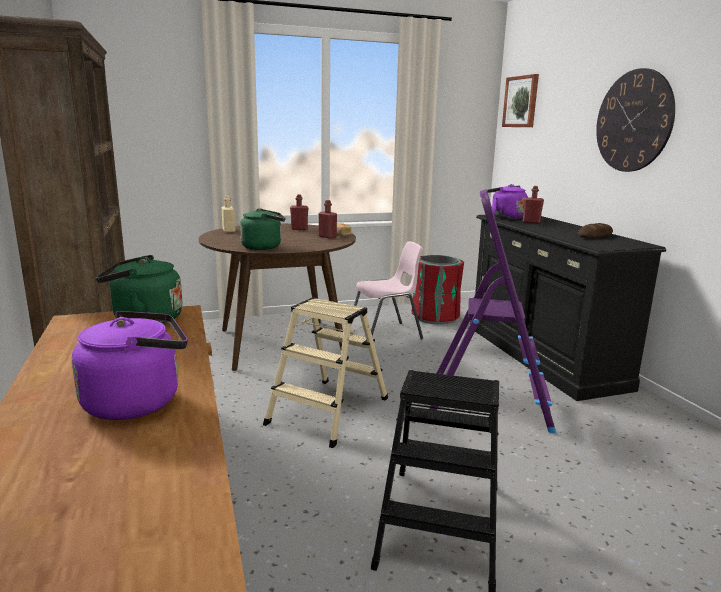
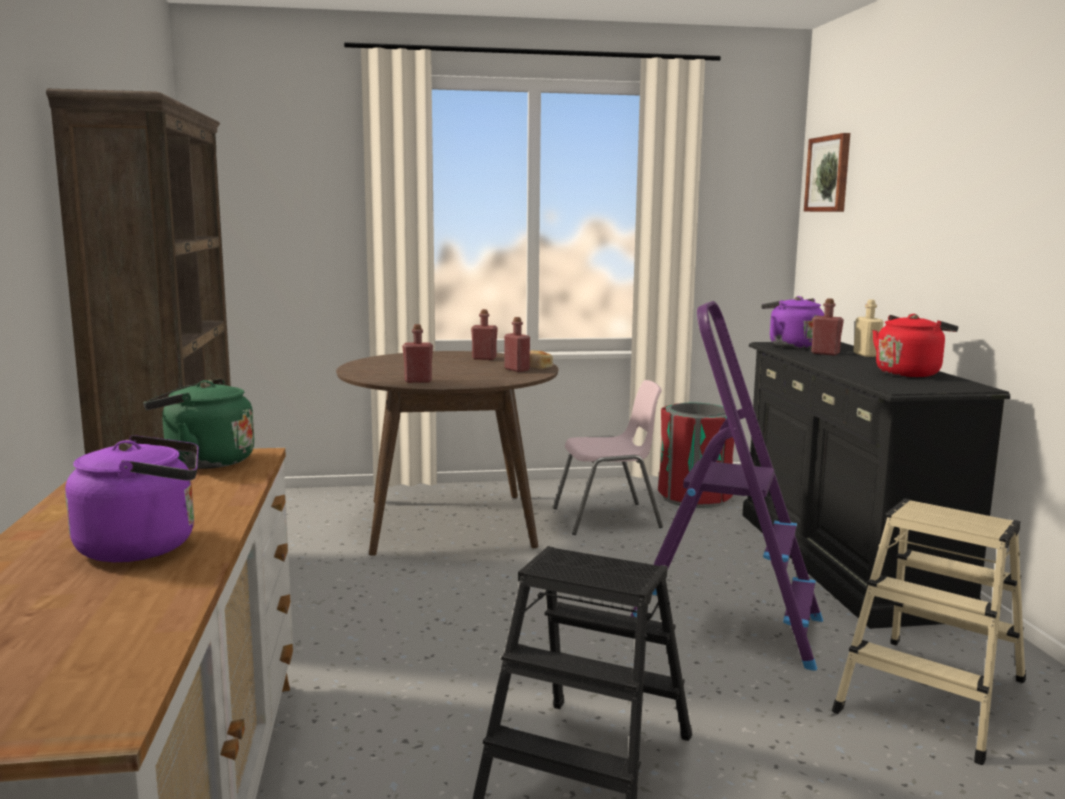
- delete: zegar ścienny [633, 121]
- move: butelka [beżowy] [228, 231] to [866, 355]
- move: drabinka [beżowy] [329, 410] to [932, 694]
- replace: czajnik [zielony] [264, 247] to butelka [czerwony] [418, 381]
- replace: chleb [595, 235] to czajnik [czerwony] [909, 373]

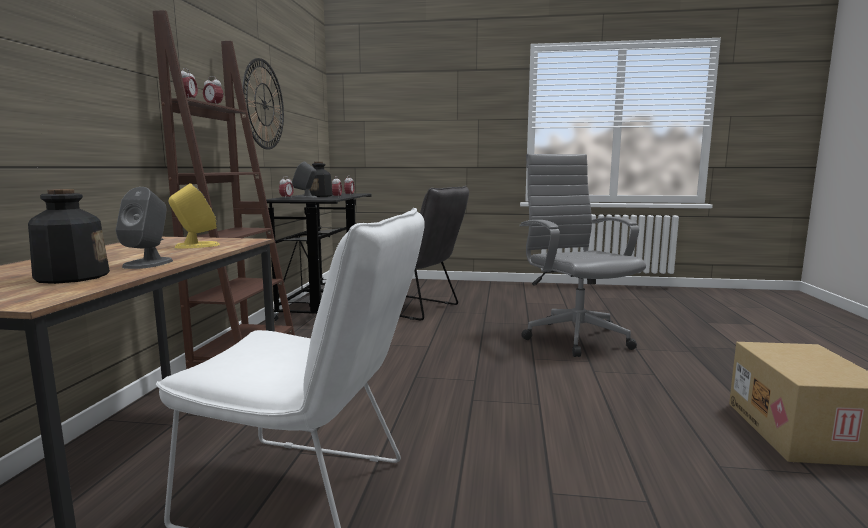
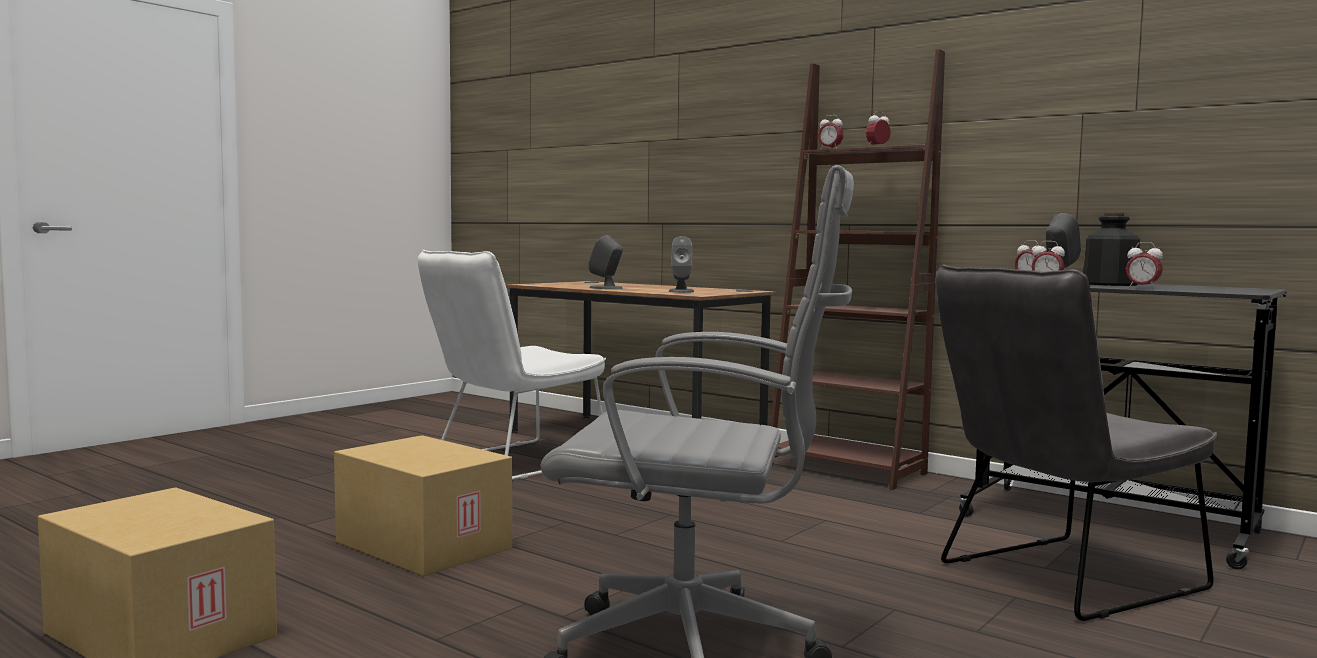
- delete: butelka [71, 277]
- delete: zegar ścienny [264, 104]
- insert: karton [420, 545]
- recolor: głośnik [żółty] [196, 245] to głośnik [szary] [681, 291]

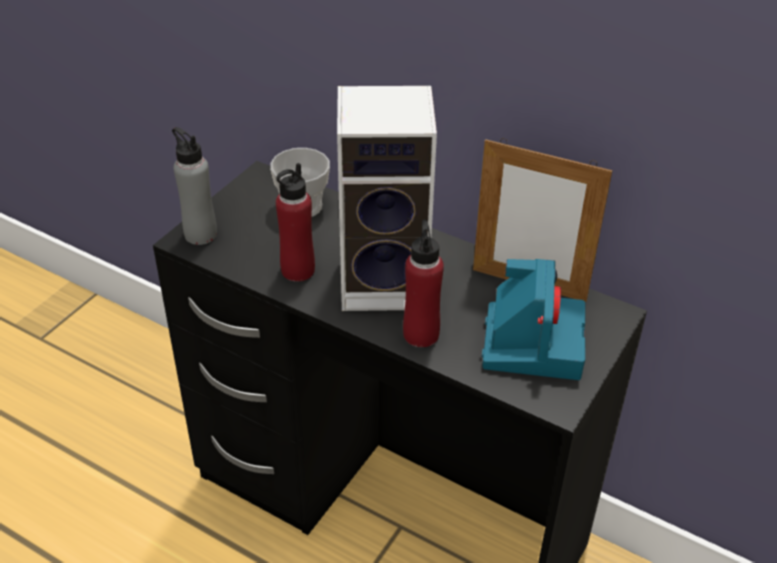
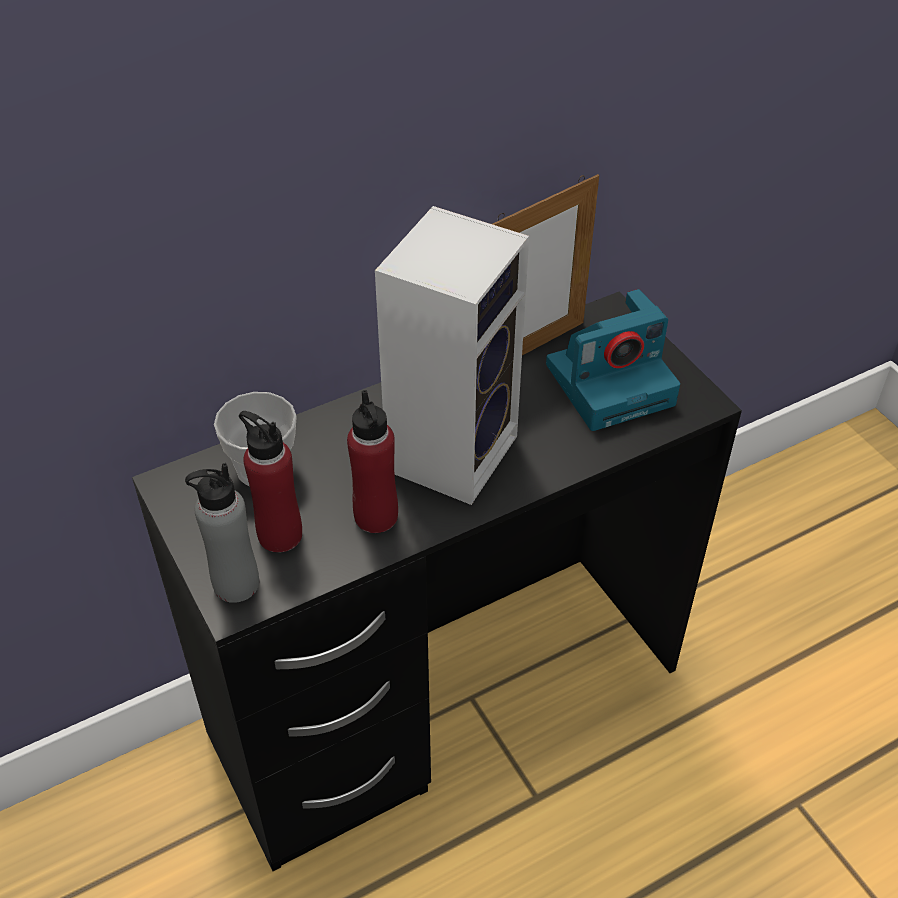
- move: butelka [czerwony] [421, 334] to [280, 535]
- rotate: aparat fotograficzny [531, 341] = [612, 382] 120 degrees clockwise

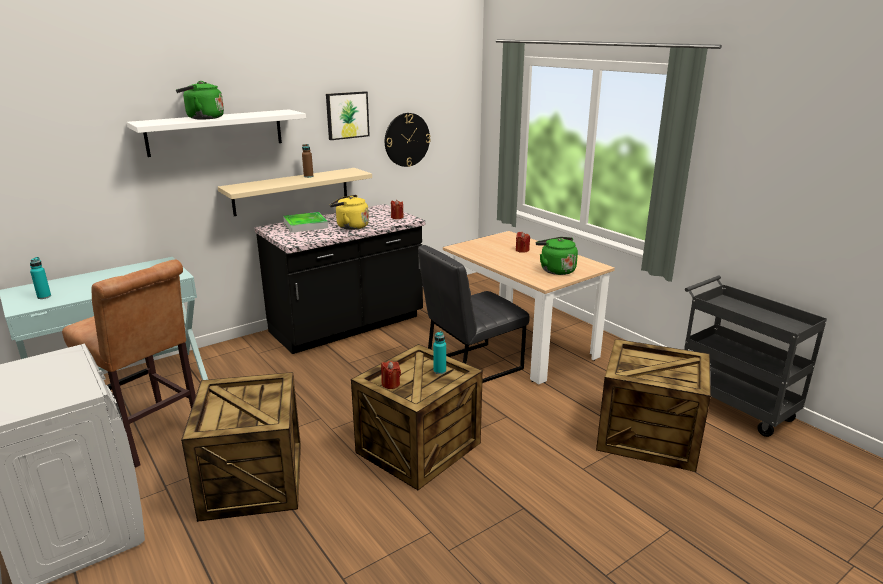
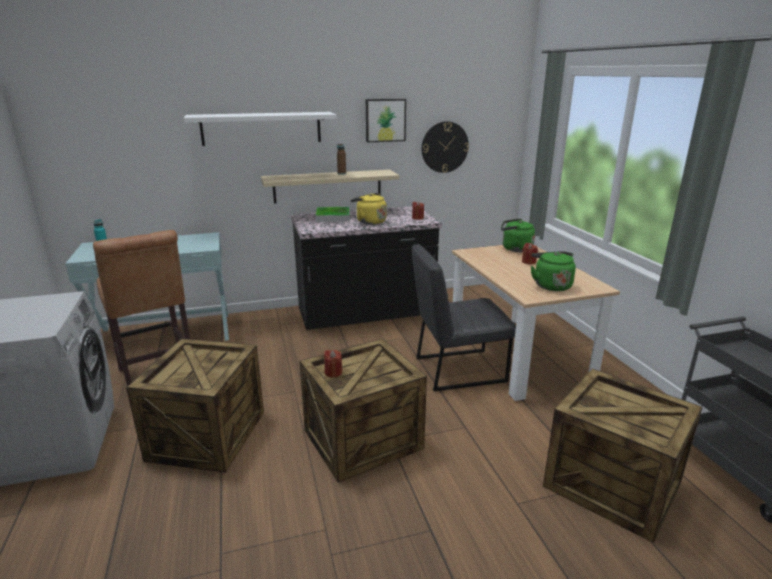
- delete: butelka [turkusowy] [439, 371]
- move: czajnik [zielony] [202, 118] to [515, 249]

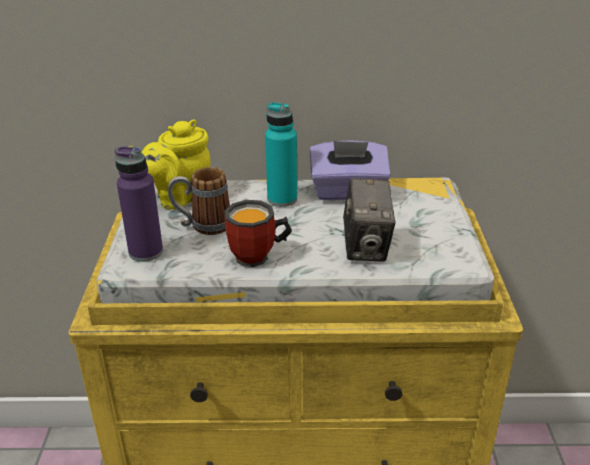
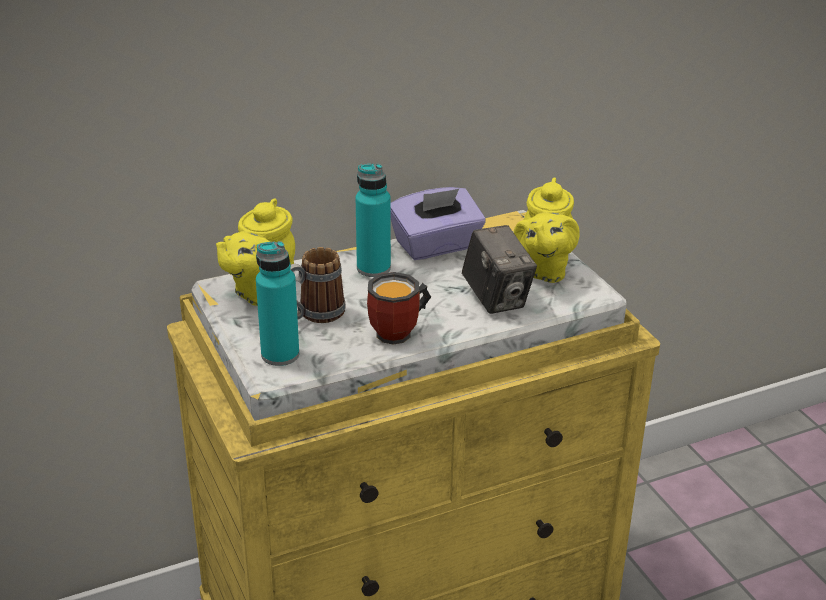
- insert: imbryk [żółty] [543, 270]
- recolor: butelka [fioletowy] [146, 252] to butelka [turkusowy] [280, 355]

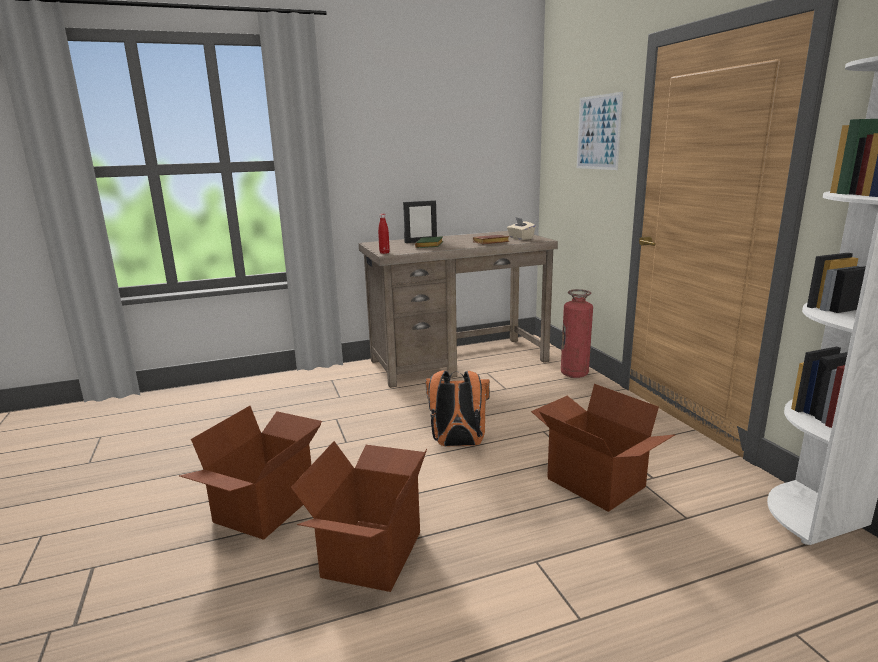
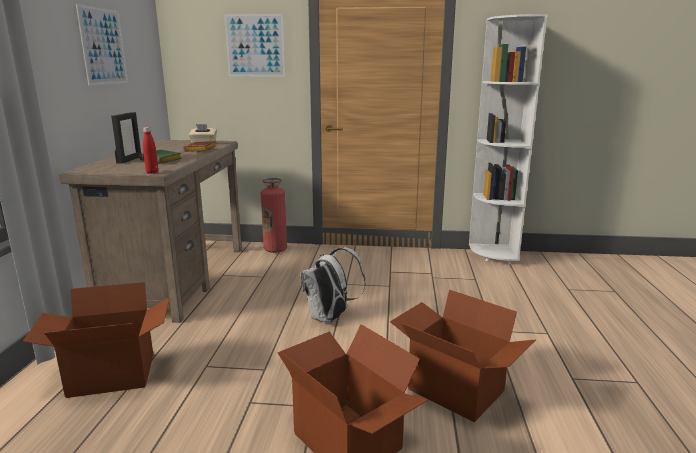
- insert: obraz [103, 46]
- move: karton [594, 483] to [111, 376]
- recolor: plecak [pomarańczowy] [457, 444] to plecak [biały] [330, 318]

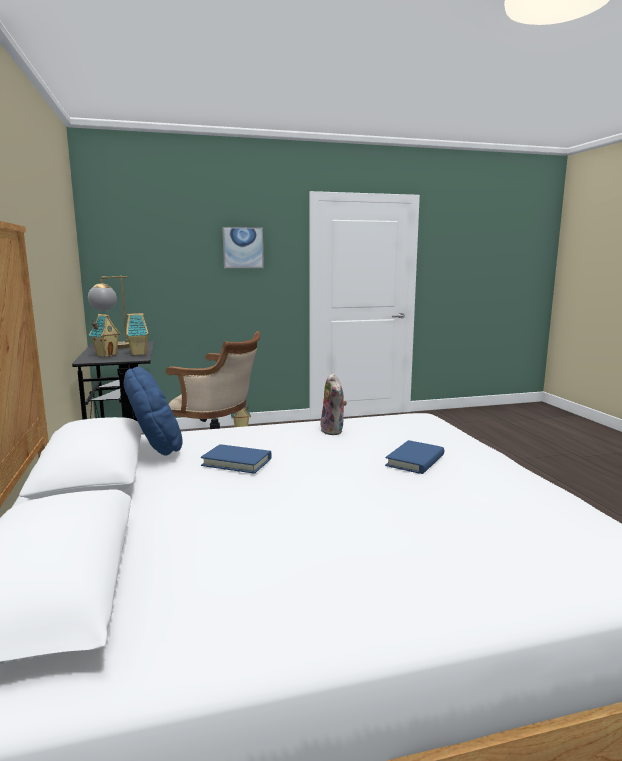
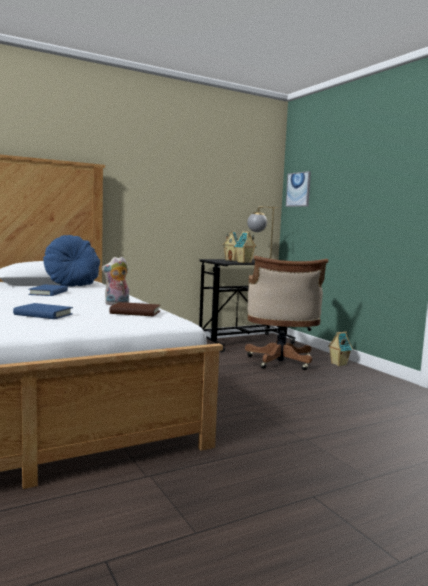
- insert: książka [brązowy] [135, 312]
- move: obraz [243, 248] to [298, 189]

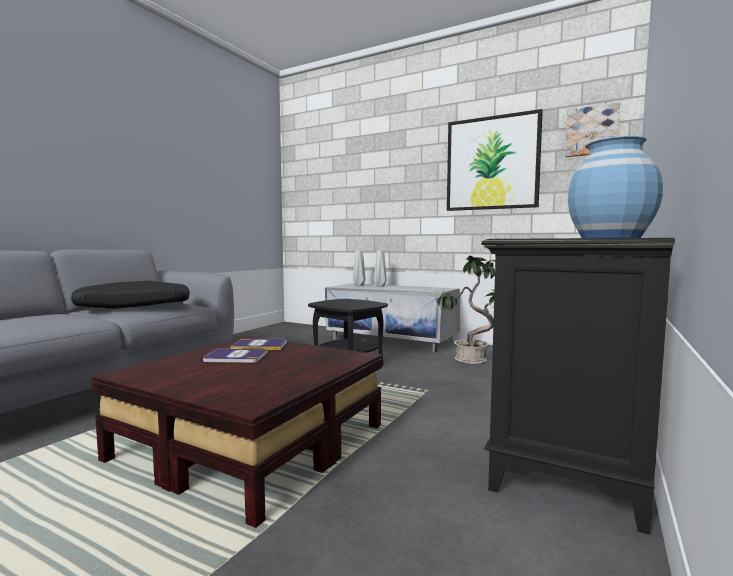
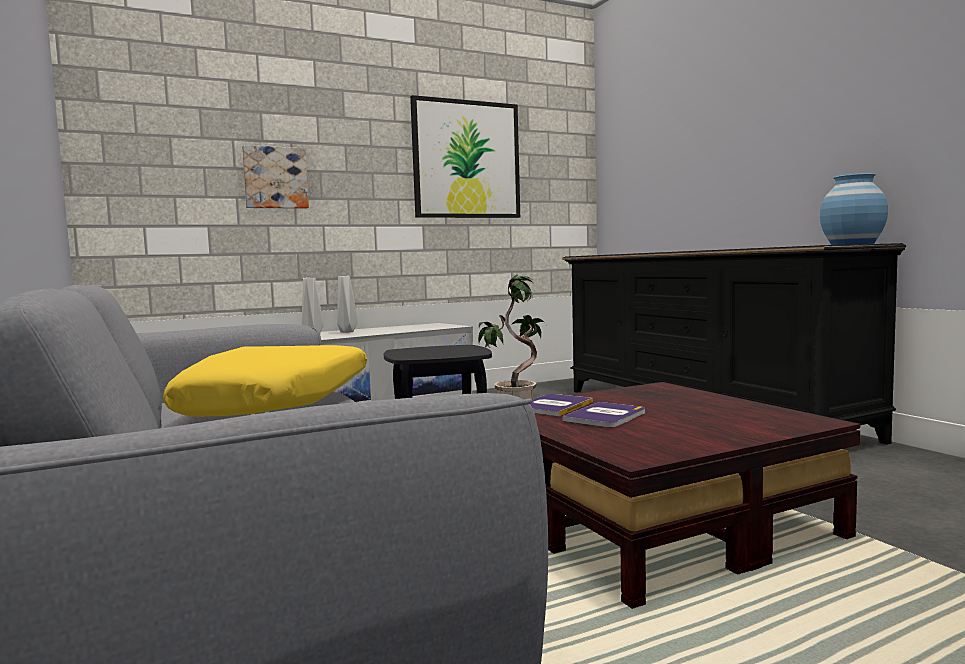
- move: obraz [591, 131] to [275, 178]
- recolor: poduszka [czarny] [134, 307] to poduszka [żółty] [280, 403]

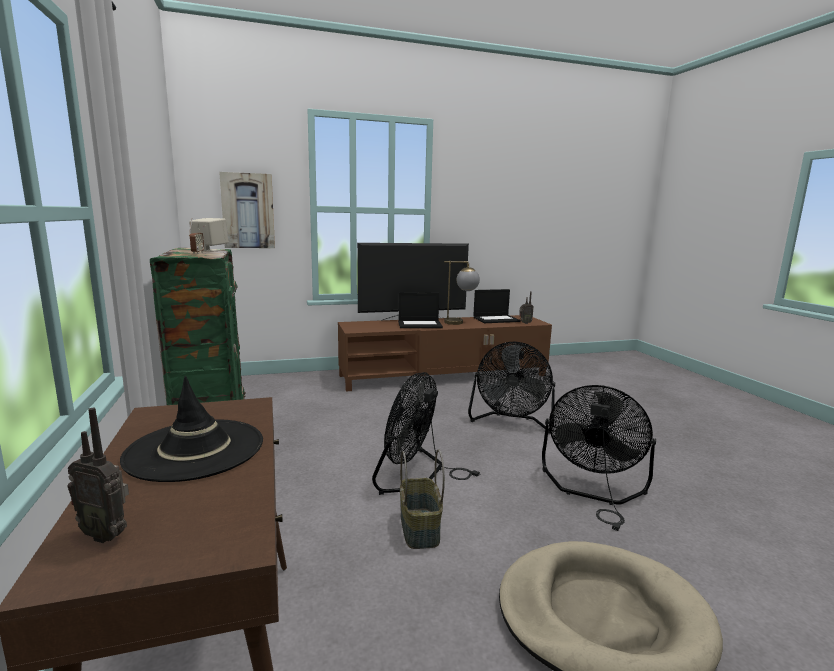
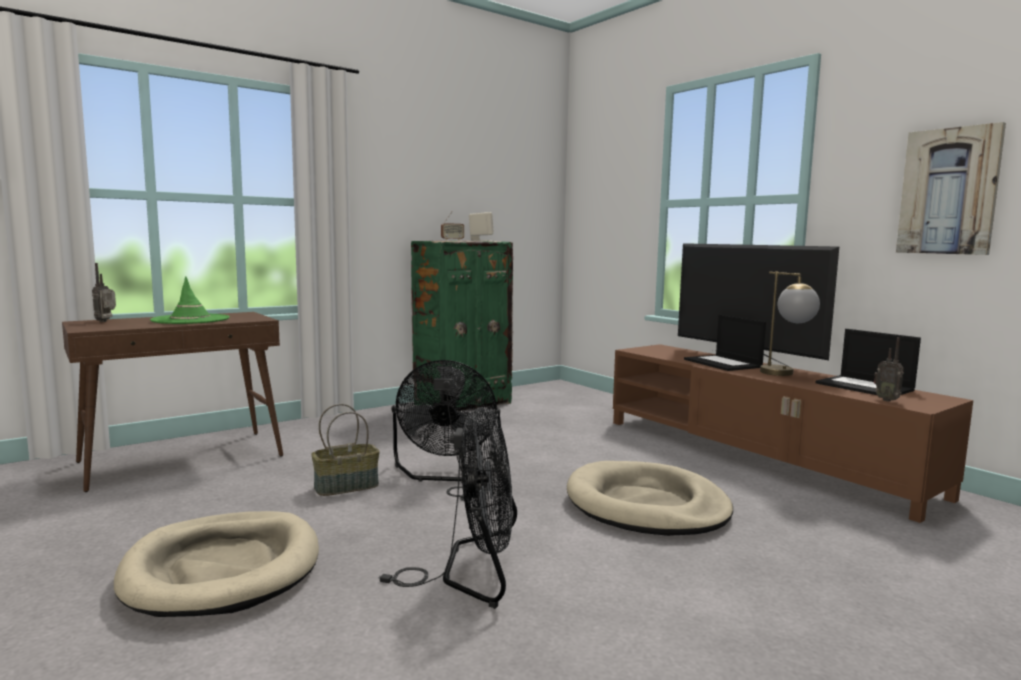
- move: obraz [248, 211] to [948, 191]
- replace: wentylator [czarny] [508, 420] to legowisko [beżowy] [646, 505]
- recolor: kapelusz [czarny] [195, 449] to kapelusz [zielony] [190, 320]

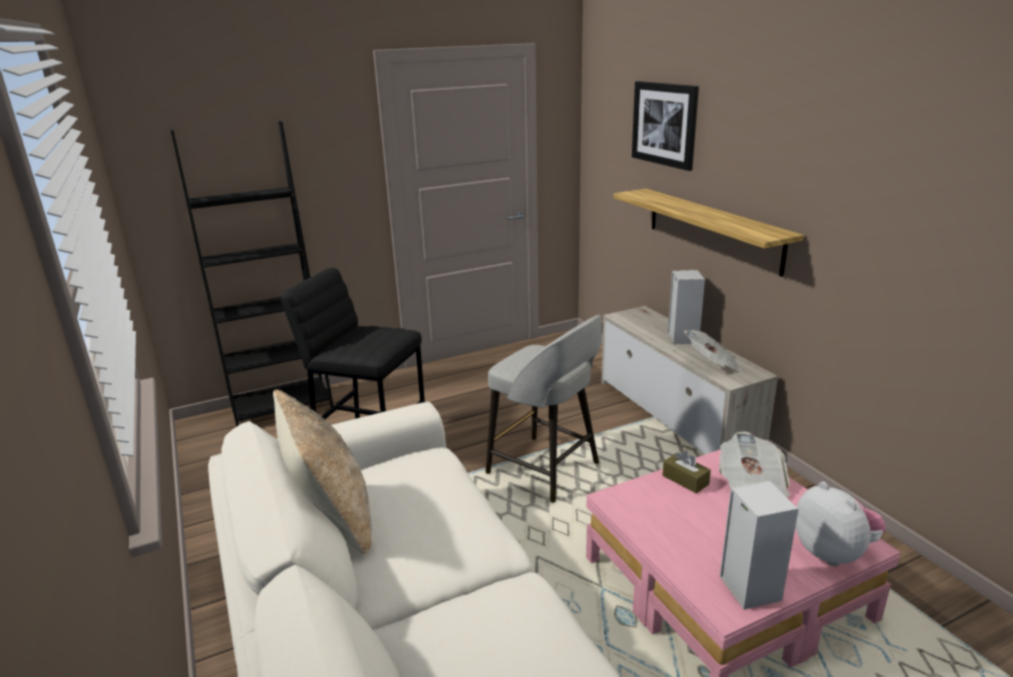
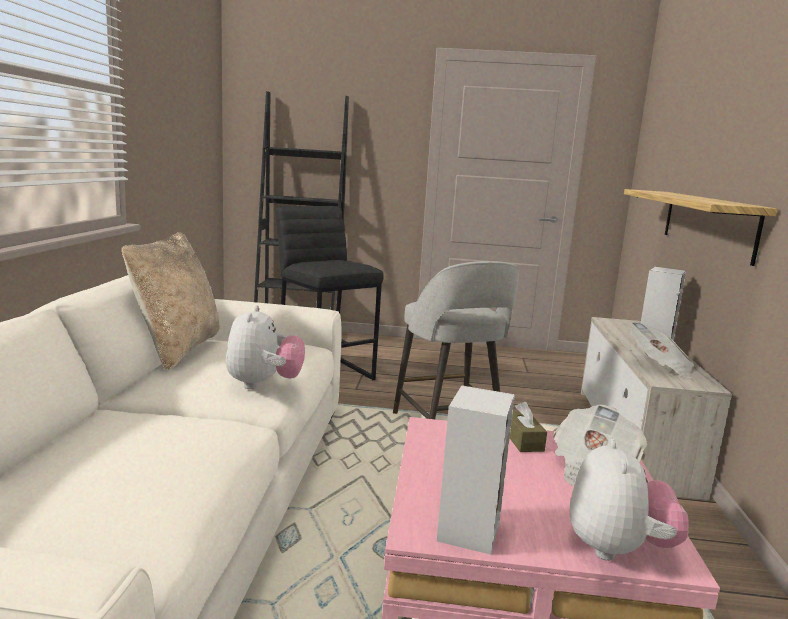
- delete: obraz [664, 124]
- insert: pluszak [263, 384]

